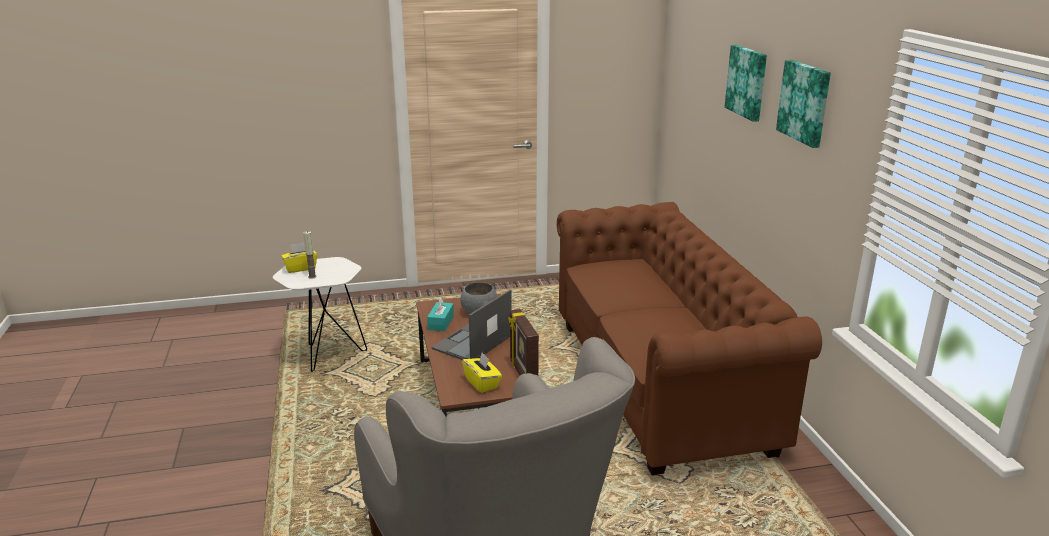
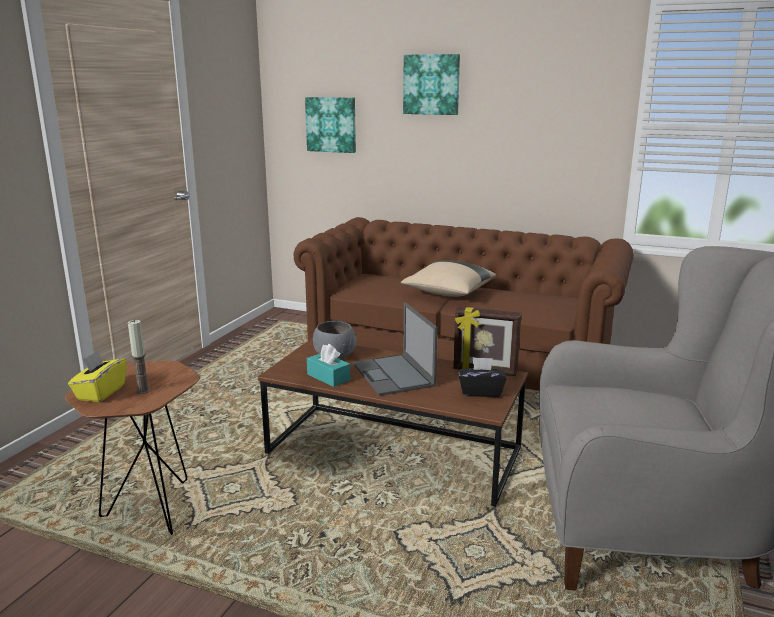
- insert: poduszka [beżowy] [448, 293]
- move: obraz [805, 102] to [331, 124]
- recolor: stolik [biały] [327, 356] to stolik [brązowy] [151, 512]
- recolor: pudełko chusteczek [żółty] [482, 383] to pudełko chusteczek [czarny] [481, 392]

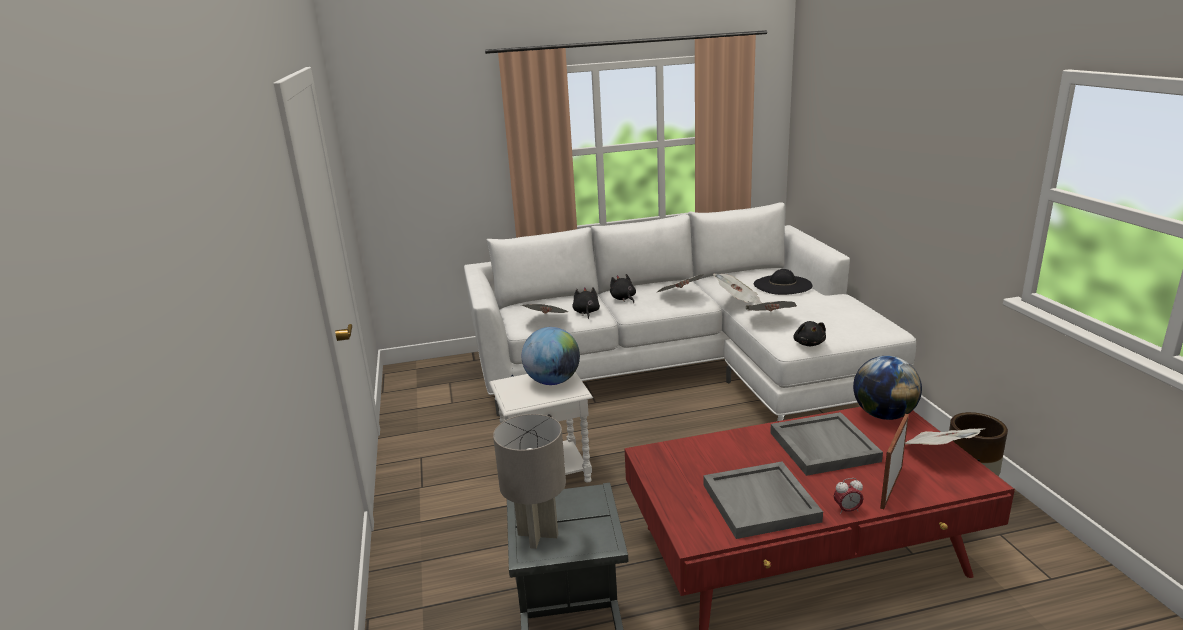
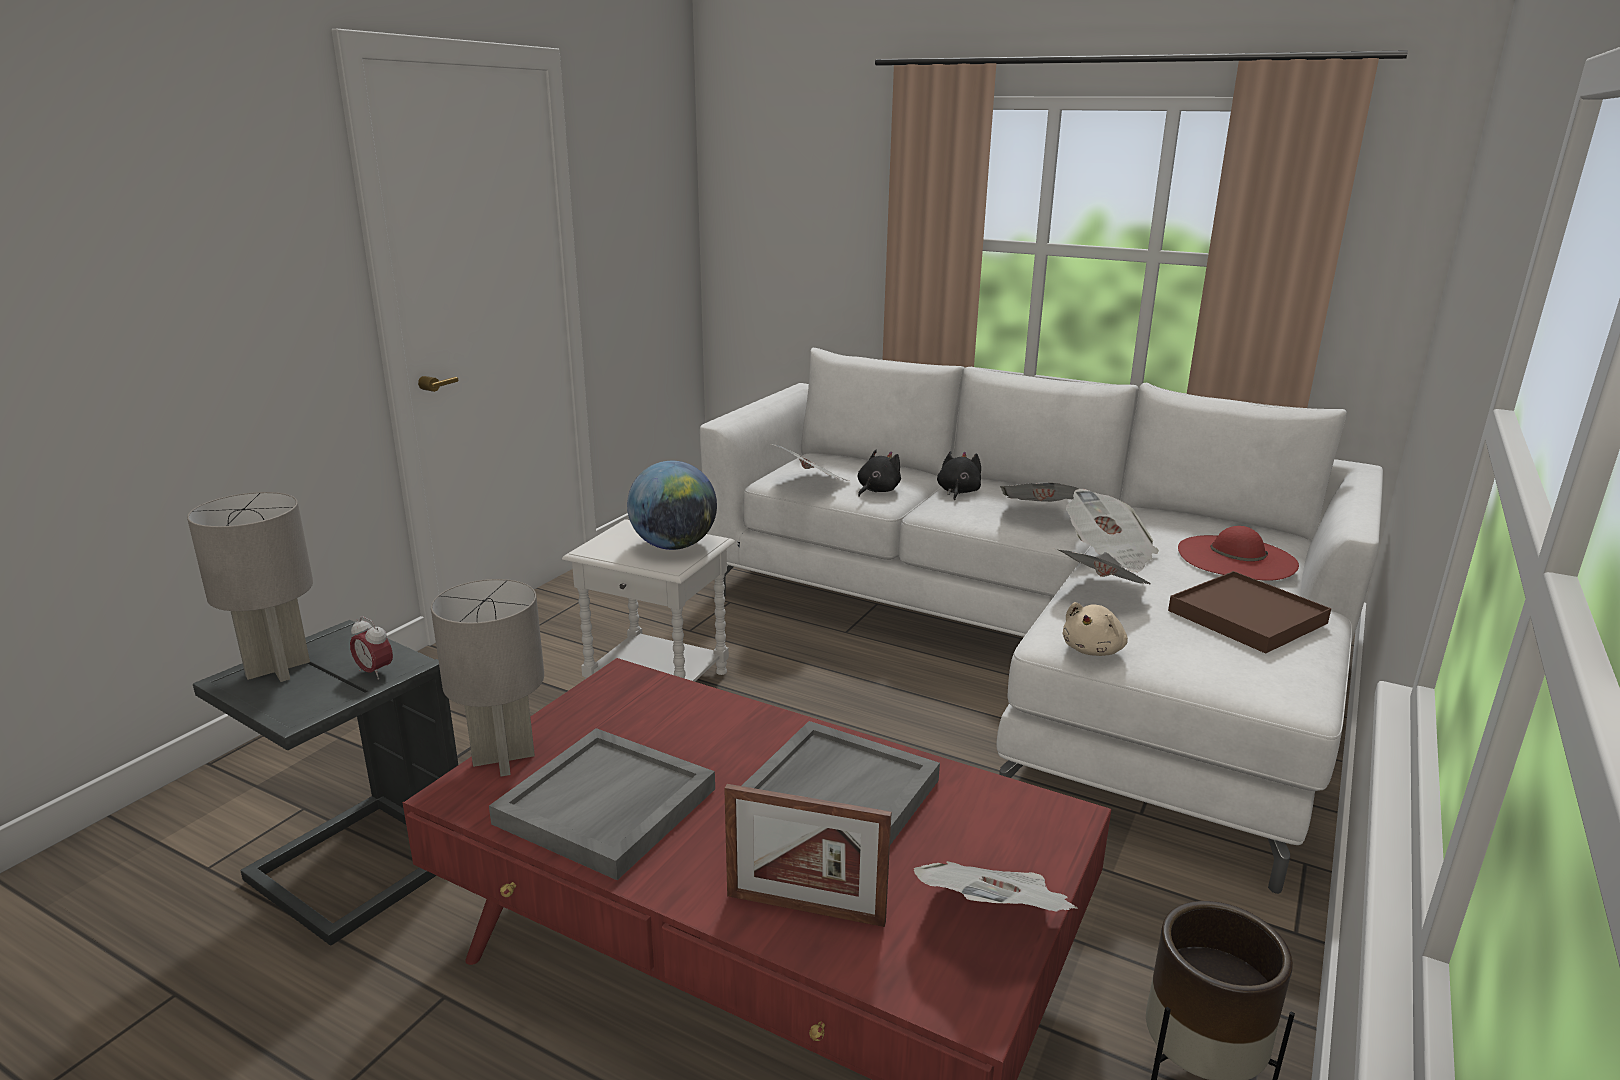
- delete: globus [883, 415]
- insert: lampa stołowa [szary] [504, 759]
- insert: taca [brązowy] [1247, 617]
- move: budzik [847, 510] to [375, 672]
- recolor: kapelusz [czarny] [782, 285] to kapelusz [czerwony] [1236, 558]
- recolor: pluszak [czarny] [809, 343] to pluszak [beżowy] [1094, 650]
- rotate: ramka na zdjęcie [891, 487] = [805, 908] 150 degrees counterclockwise

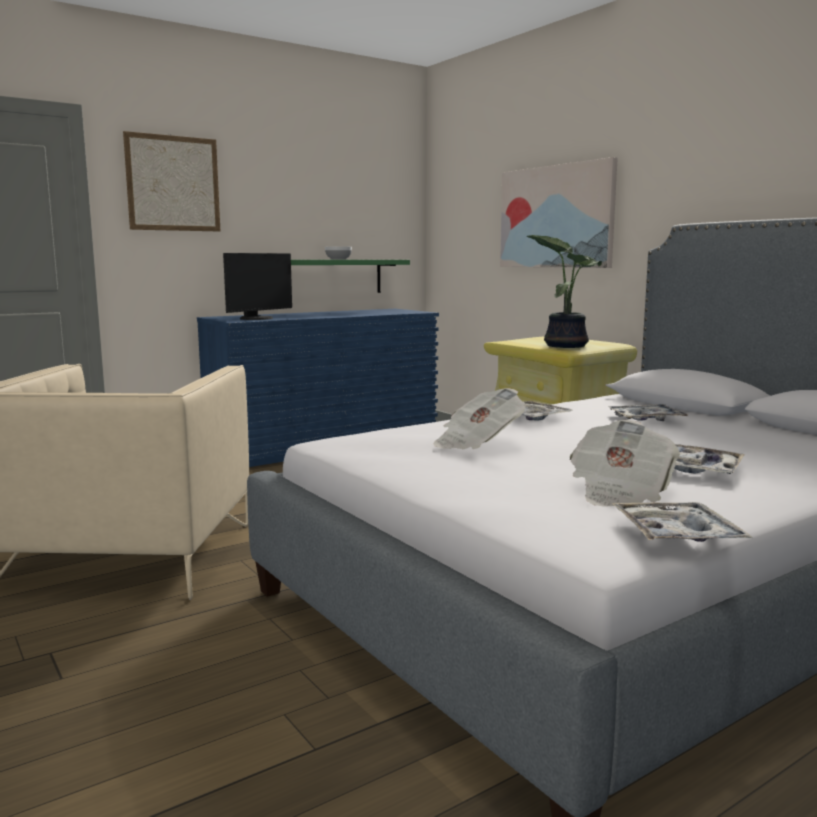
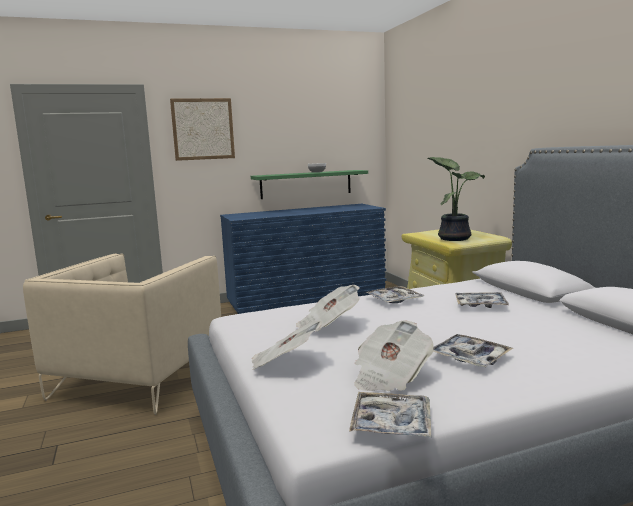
- delete: monitor [258, 318]
- delete: obraz [556, 217]
- insert: gazeta [284, 363]

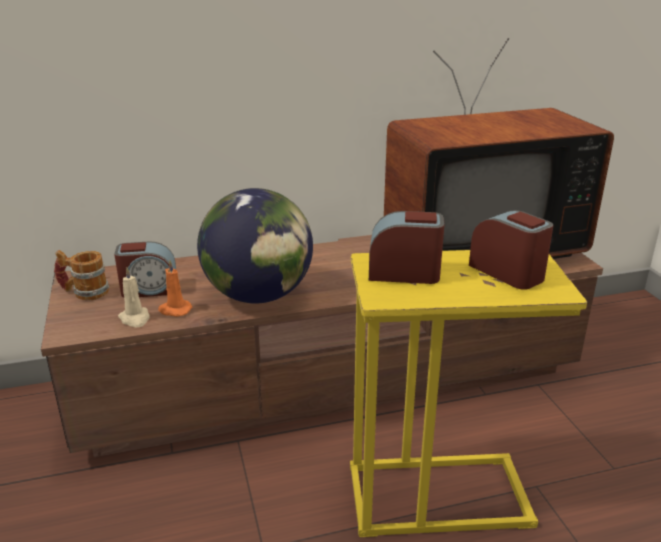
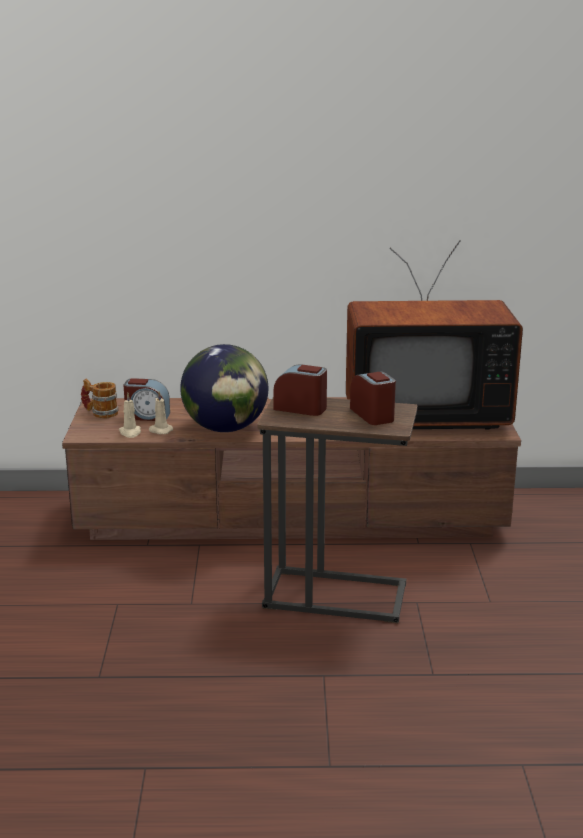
- recolor: świeca [pomarańczowy] [174, 310] to świeca [beżowy] [160, 430]
- recolor: stolik [żółty] [437, 496] to stolik [brązowy] [334, 596]

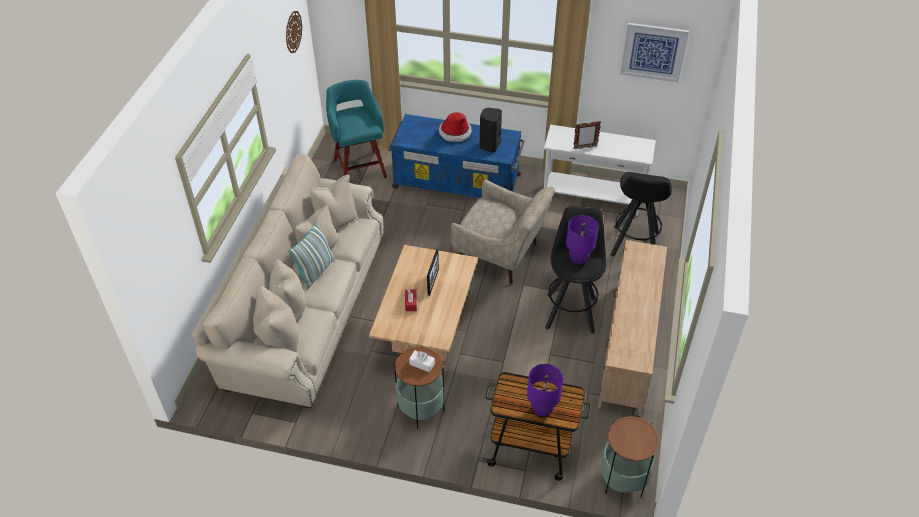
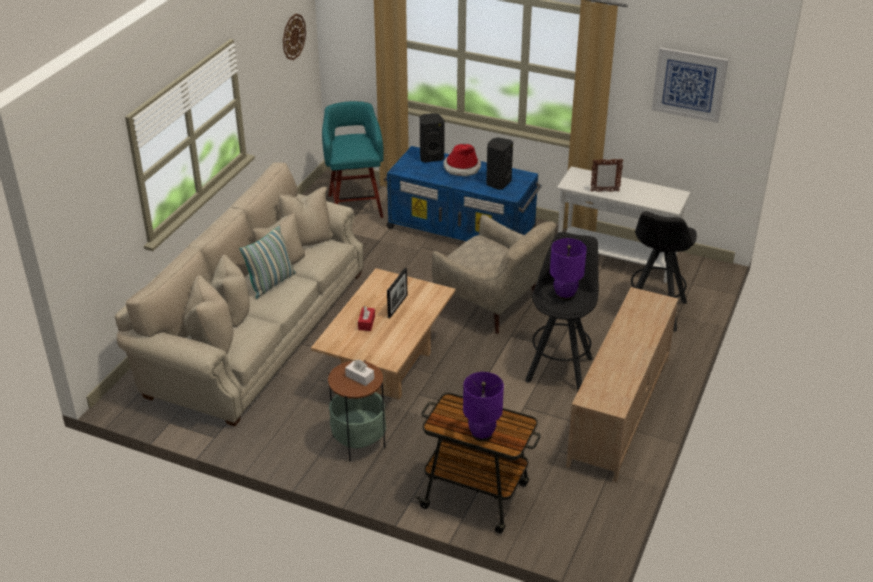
- delete: stolik [623, 479]
- insert: głośnik [czarny] [431, 157]

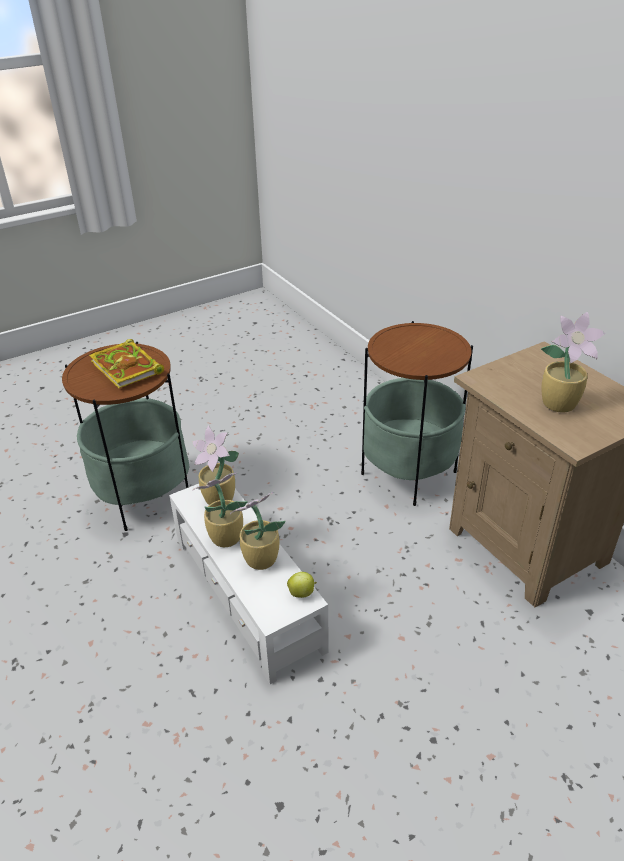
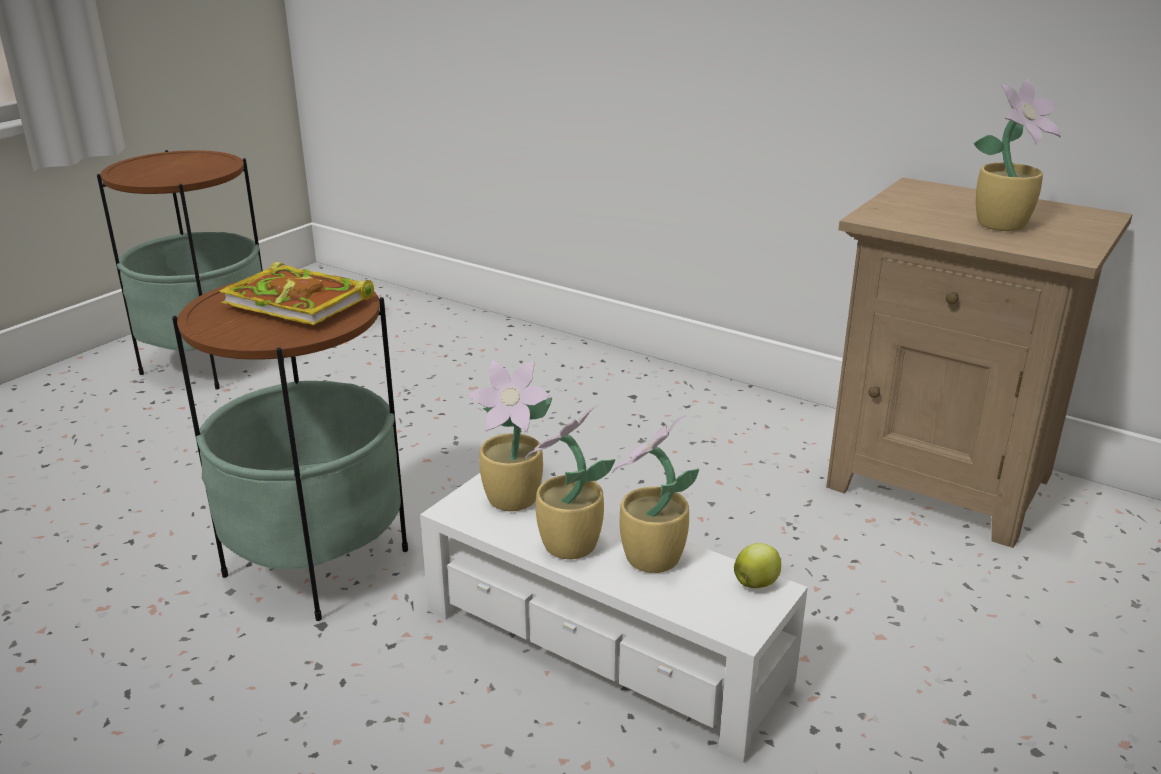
- move: stolik [408, 473] to [208, 362]

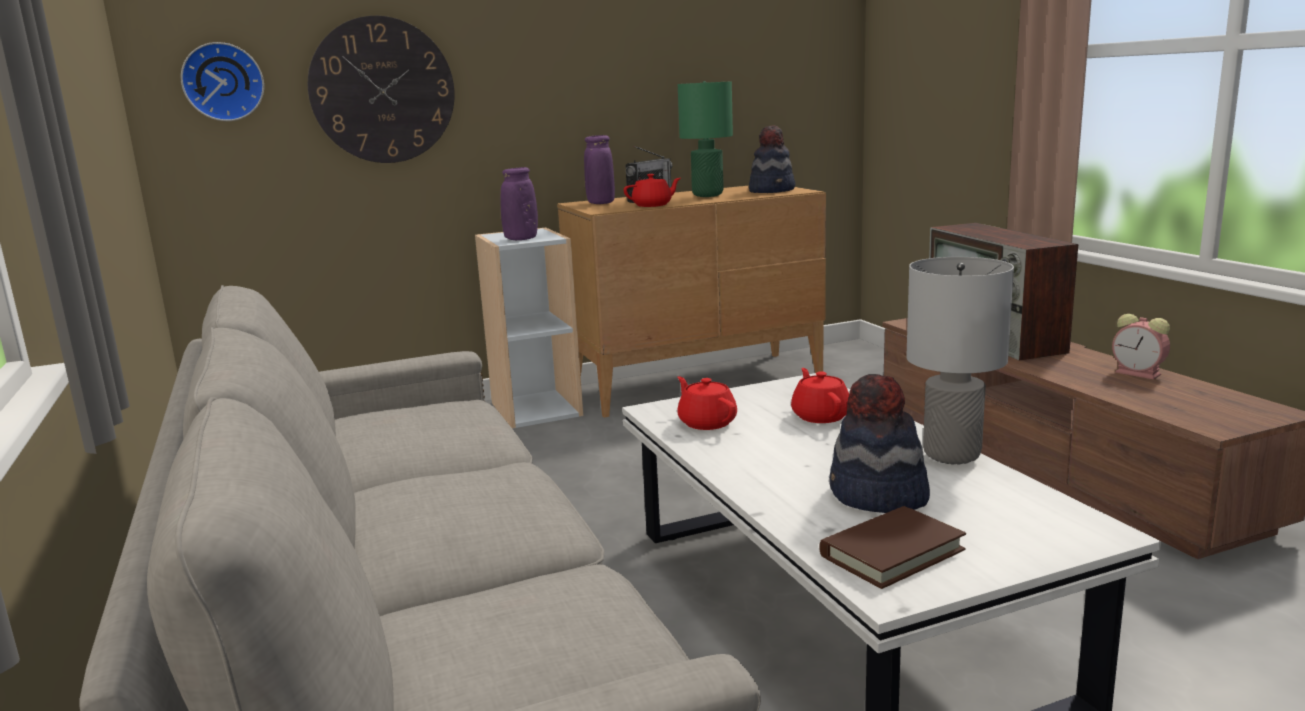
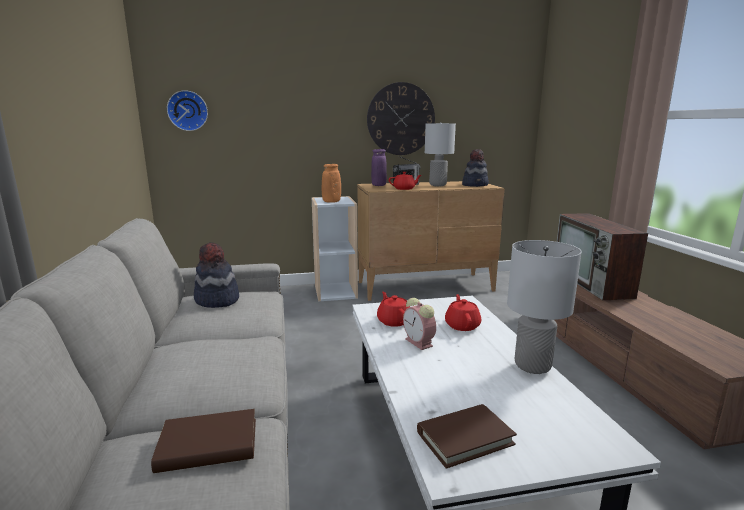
- insert: książka [brązowy] [208, 445]
- move: zegar ścienny [382, 90] to [401, 119]
- move: kapelusz [877, 496] to [217, 300]
- move: budzik [1140, 373] to [420, 343]
- recolor: wazon [fioletowy] [521, 239] to wazon [pomarańczowy] [331, 202]
- recolor: lampa stołowa [zielony] [707, 196] to lampa stołowa [szary] [437, 186]

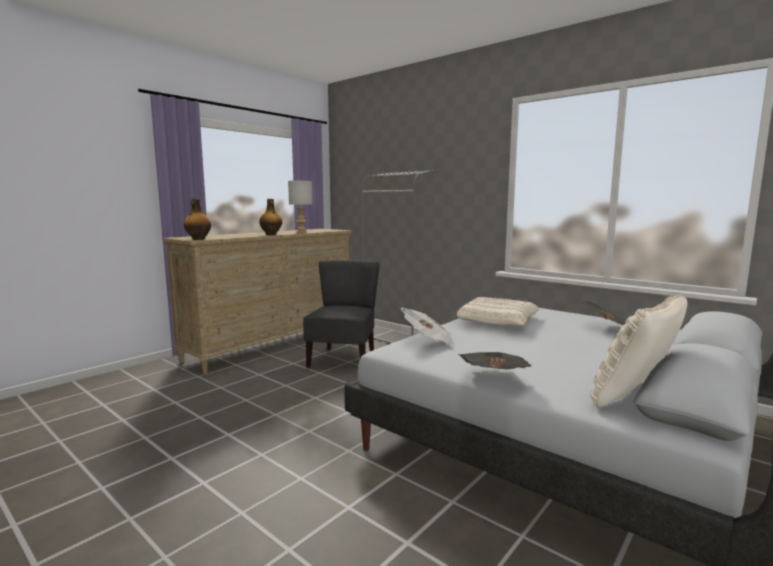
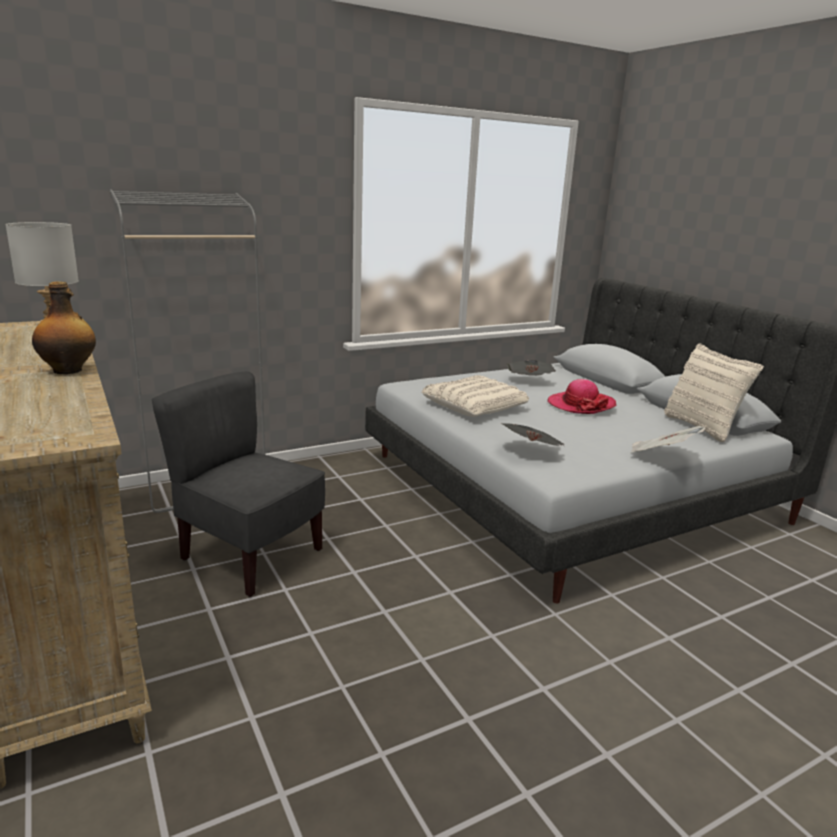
- delete: butelka [198, 239]
- insert: kapelusz [581, 405]

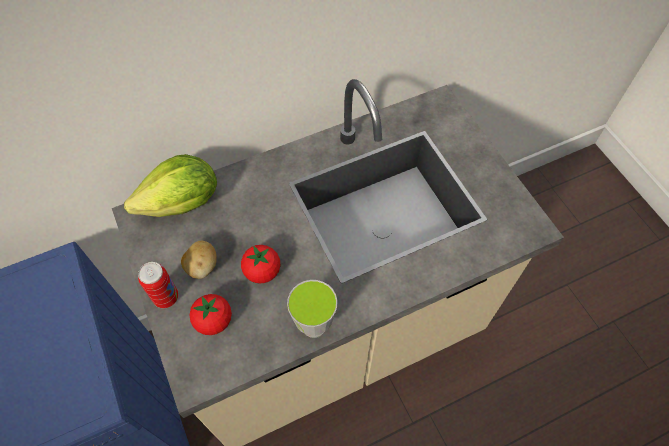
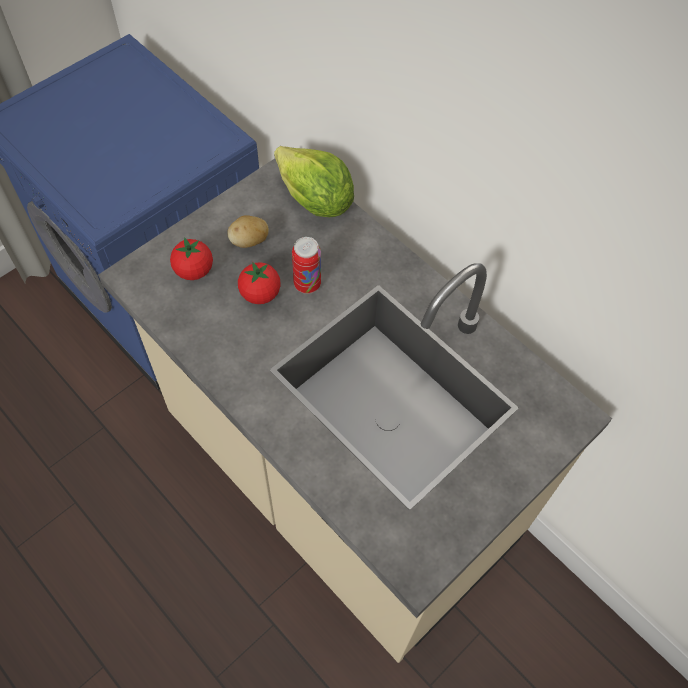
- delete: filiżanka [314, 326]
- move: puszka [166, 297] to [307, 284]

